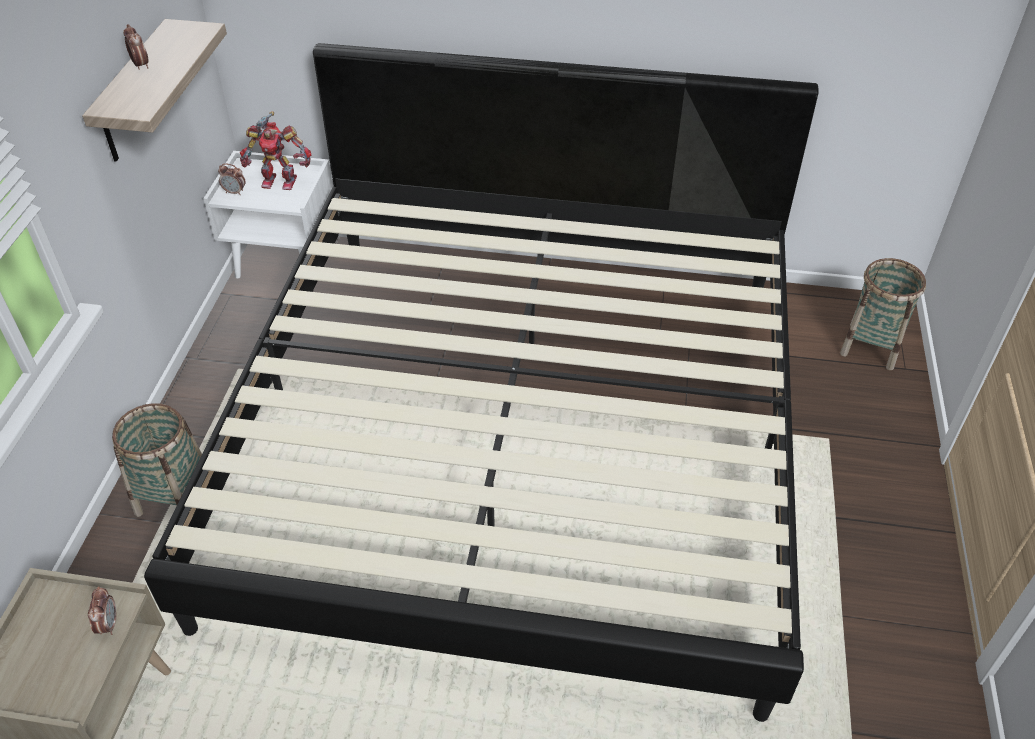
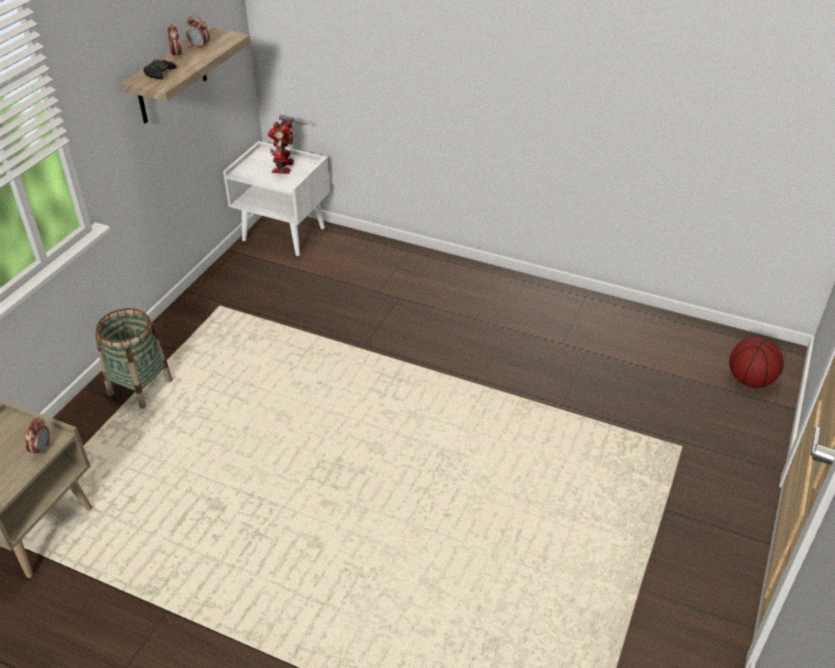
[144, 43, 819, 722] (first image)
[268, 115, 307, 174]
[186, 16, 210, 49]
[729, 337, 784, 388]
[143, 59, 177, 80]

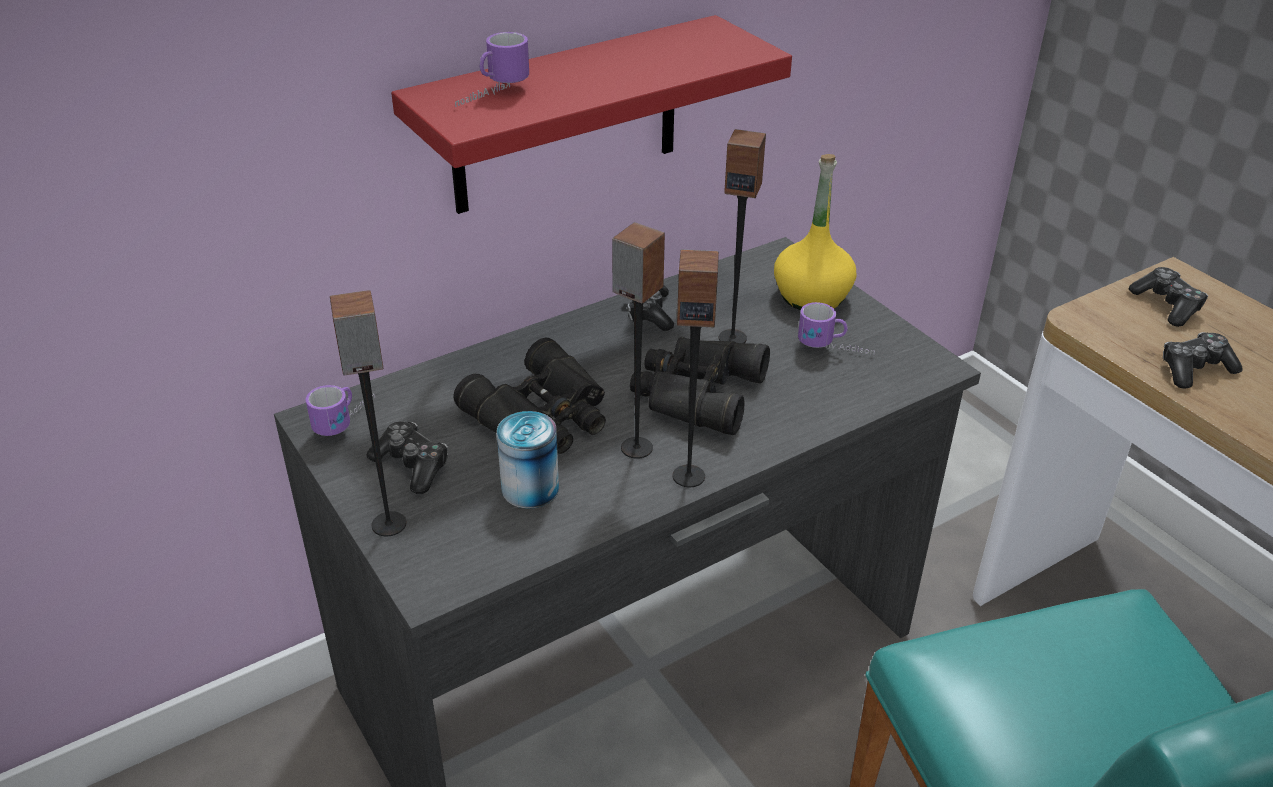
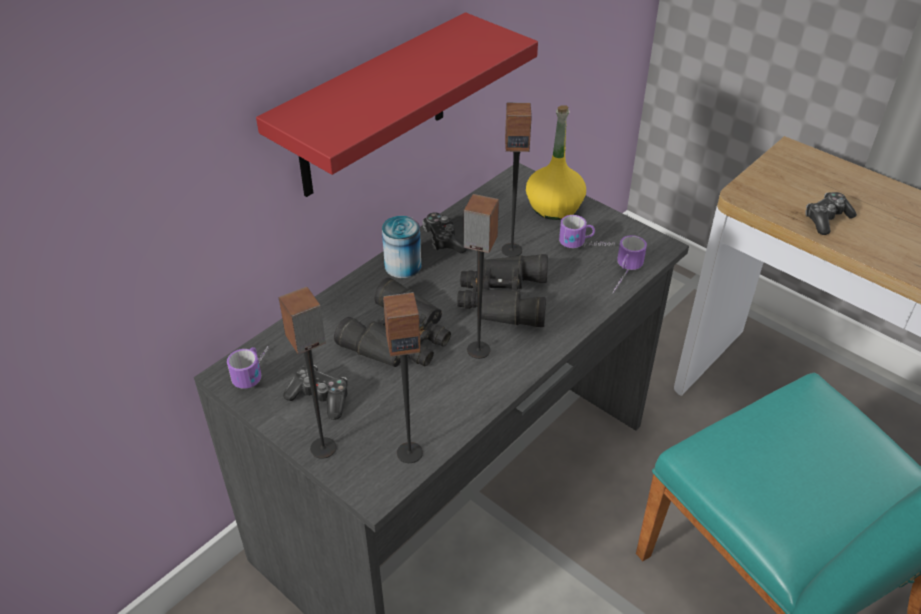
[613, 235, 647, 292]
[383, 292, 423, 463]
[1129, 267, 1208, 327] (first image)
[382, 216, 421, 278]

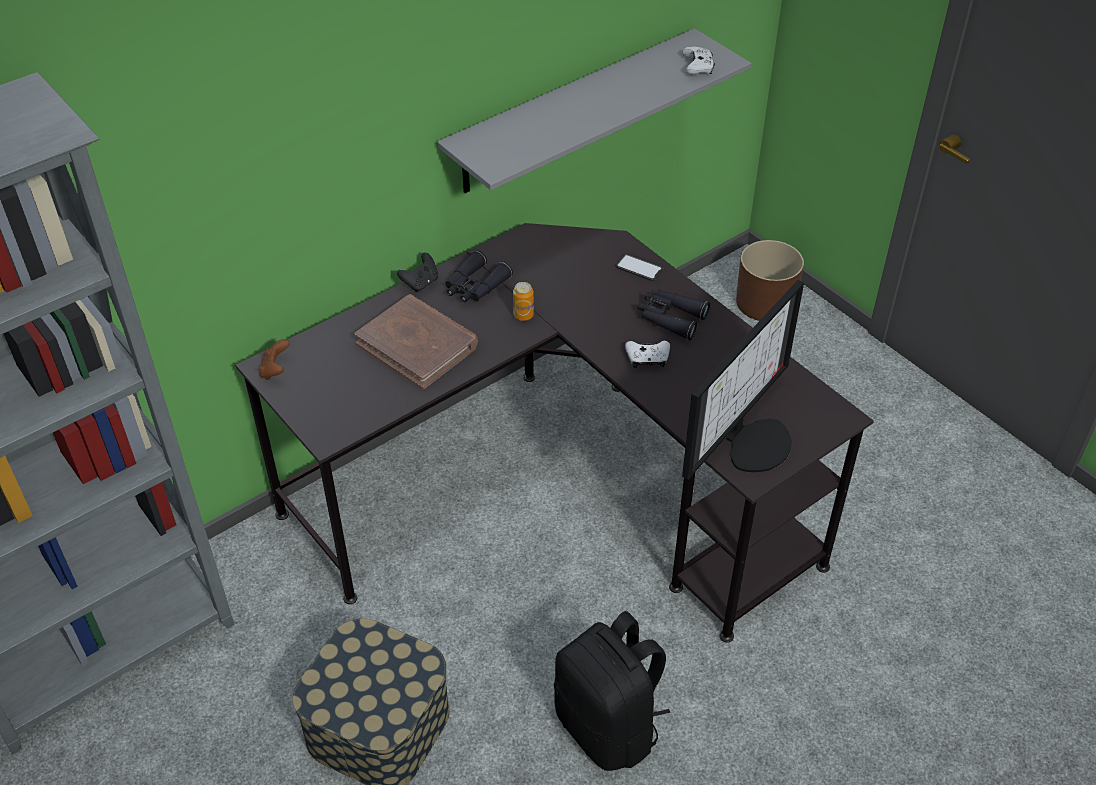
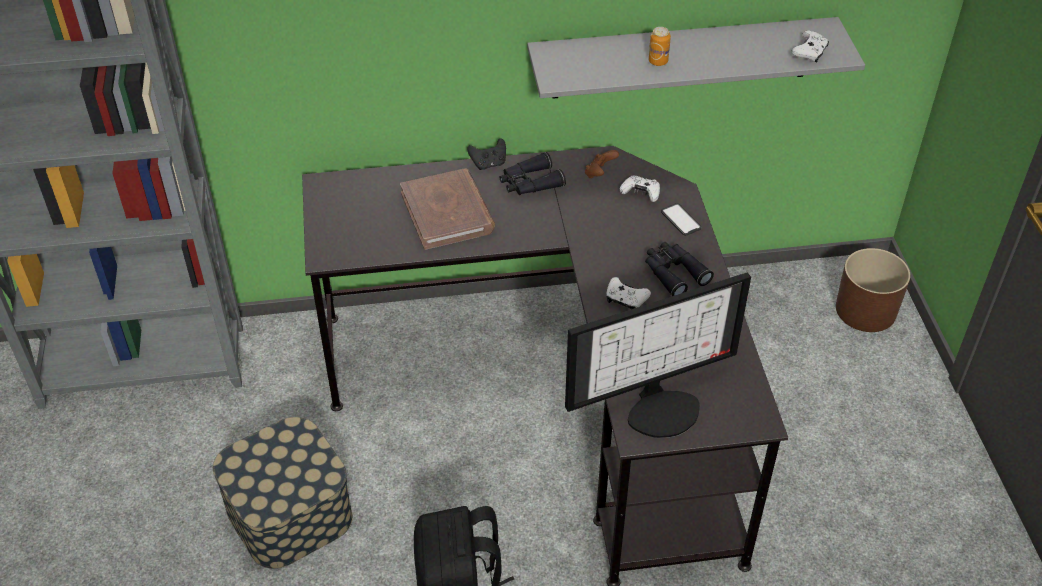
[648, 27, 671, 66]
[585, 150, 619, 178]
[620, 176, 660, 202]

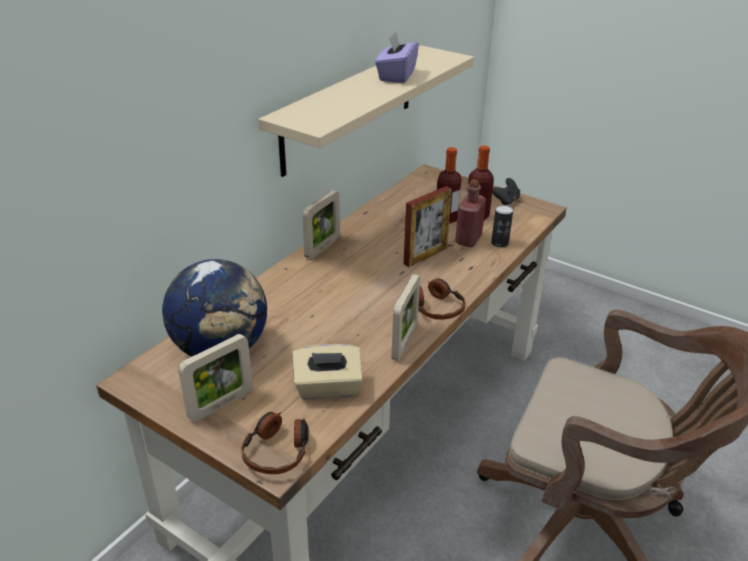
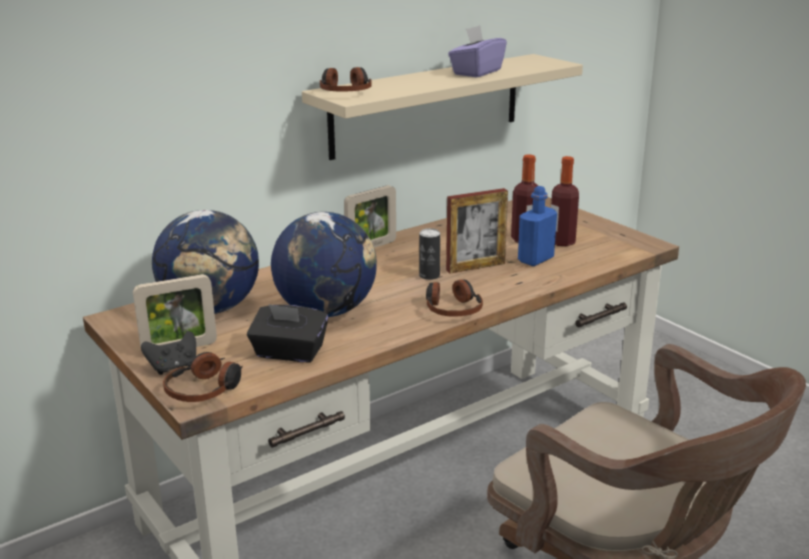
[141, 331, 196, 375]
[518, 186, 557, 266]
[419, 228, 440, 280]
[392, 274, 420, 361] (first image)
[247, 304, 328, 362]
[320, 67, 372, 92]
[271, 212, 377, 317]

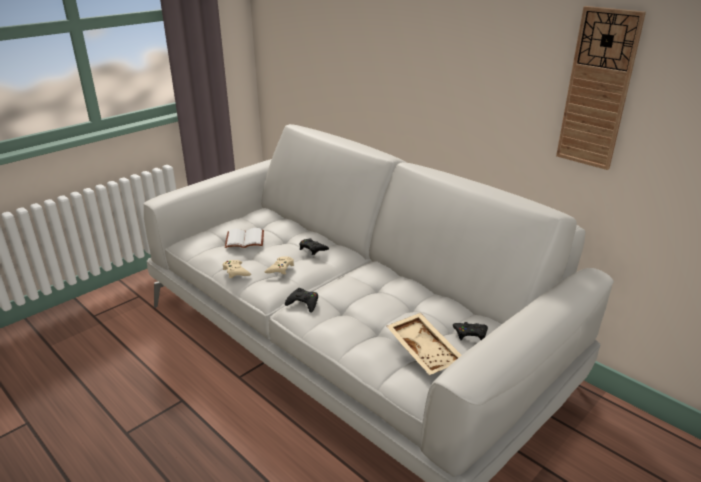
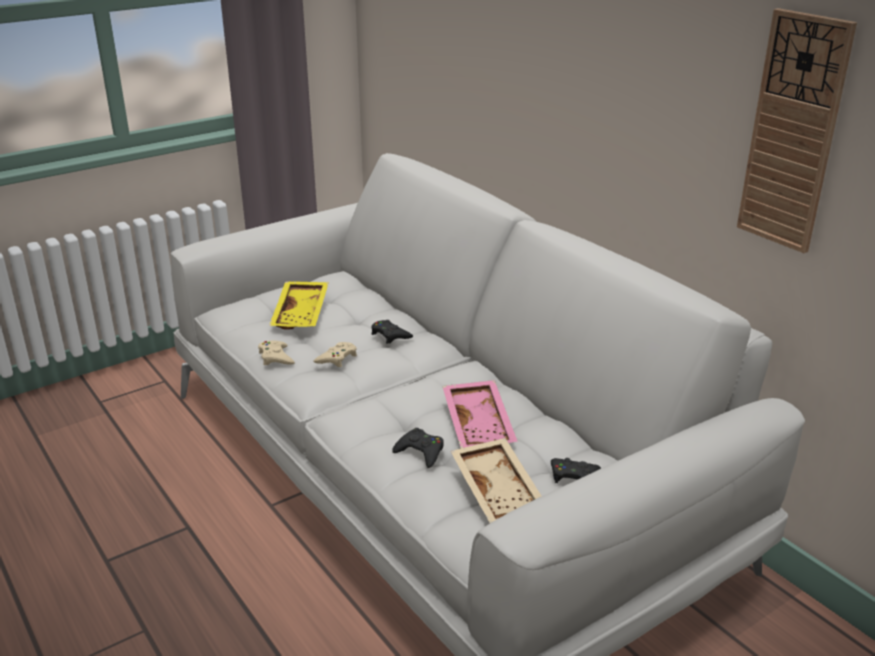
[269, 281, 329, 330]
[392, 428, 444, 468]
[442, 380, 518, 448]

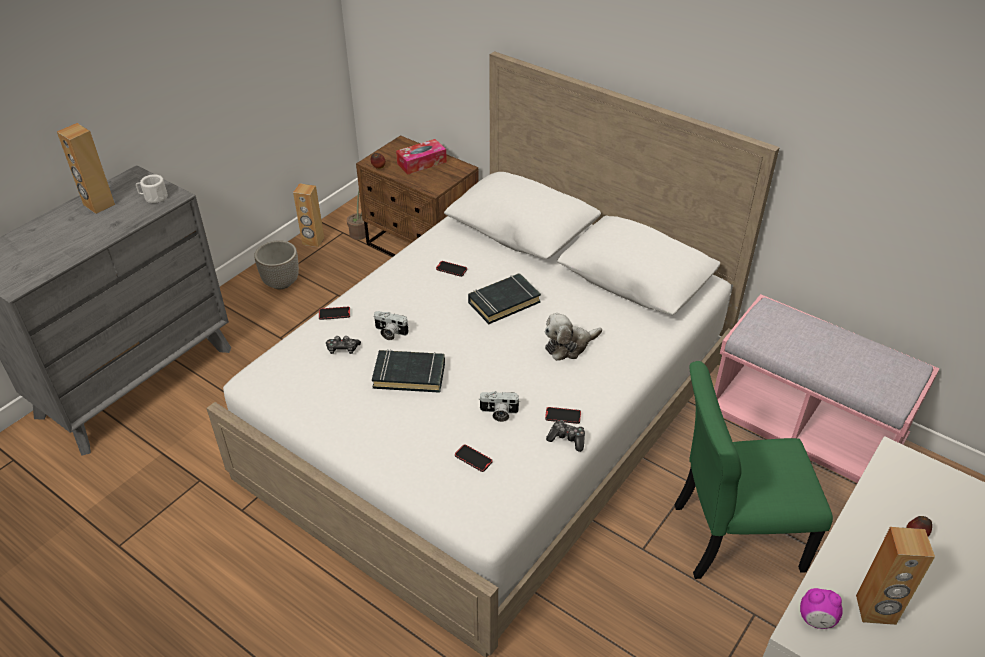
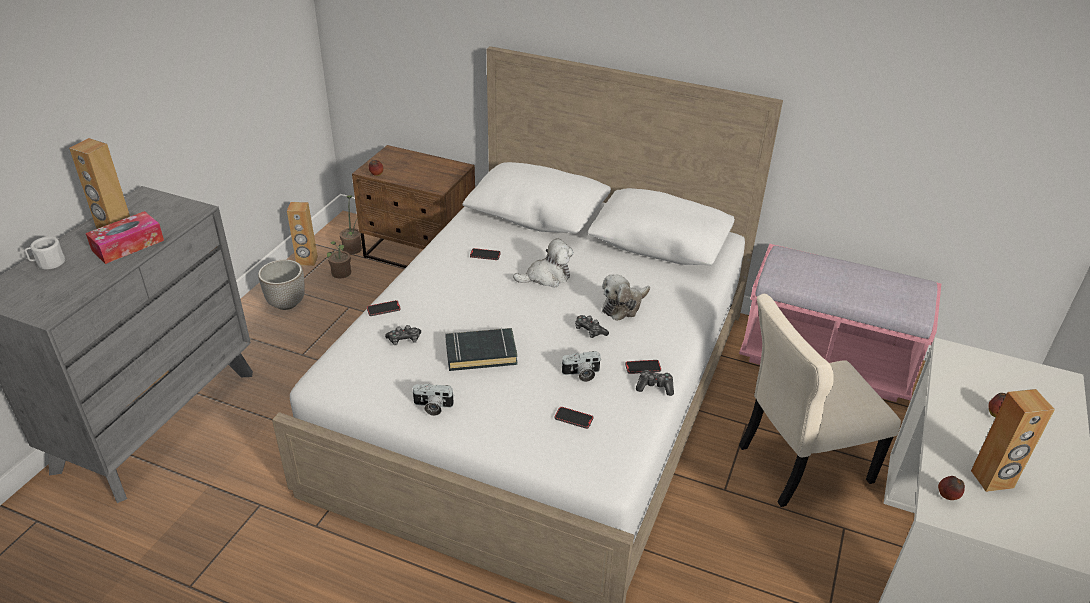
[86, 211, 164, 264]
[25, 237, 65, 269]
[513, 238, 574, 288]
[412, 384, 455, 416]
[739, 294, 901, 507]
[938, 476, 965, 500]
[327, 241, 351, 279]
[575, 315, 609, 338]

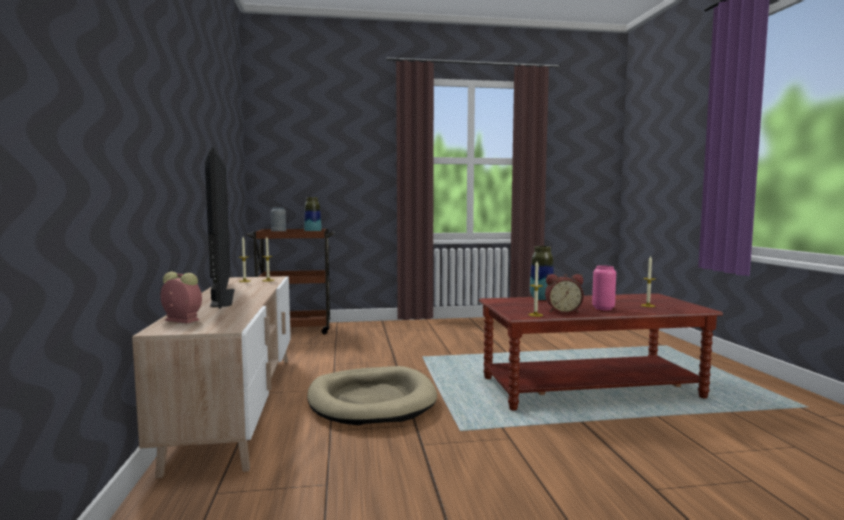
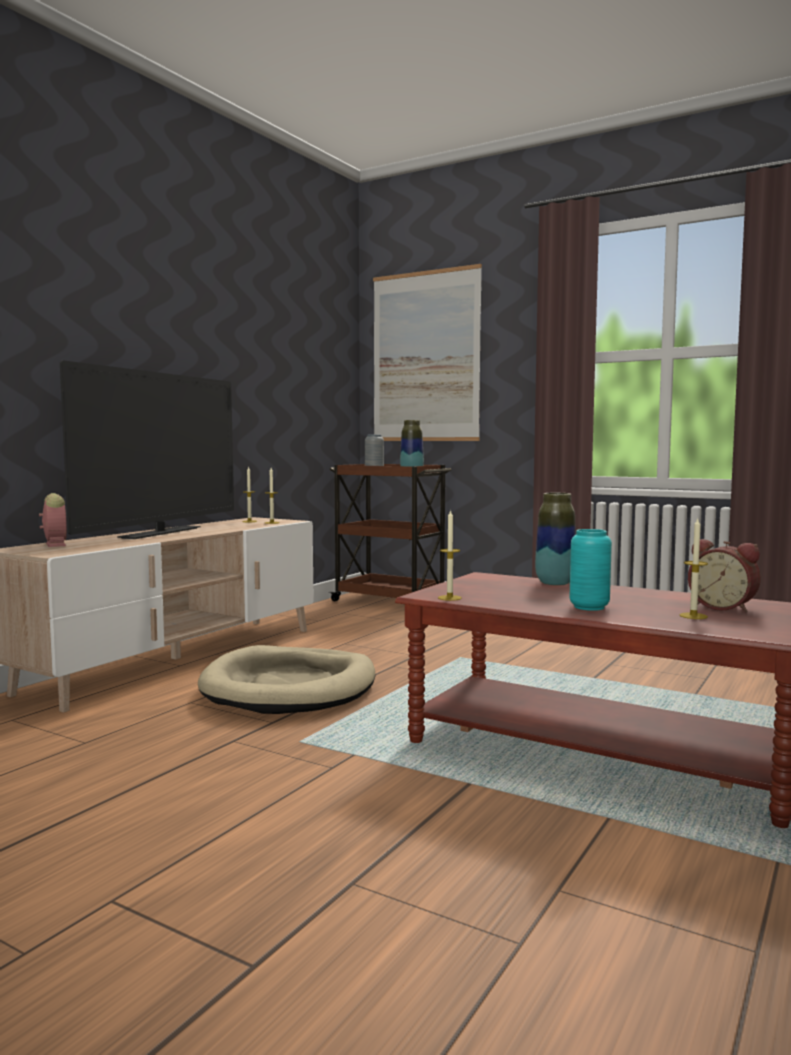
[570, 529, 612, 611]
[688, 539, 761, 612]
[373, 264, 482, 441]

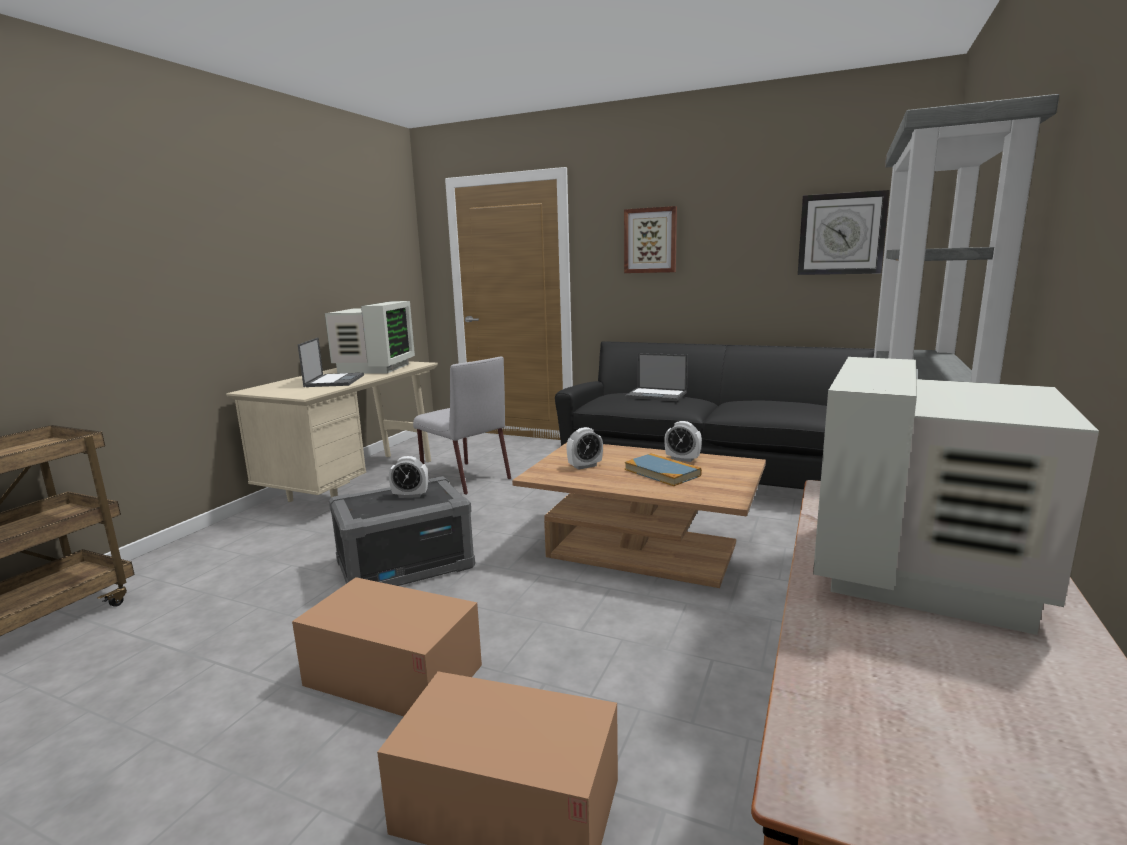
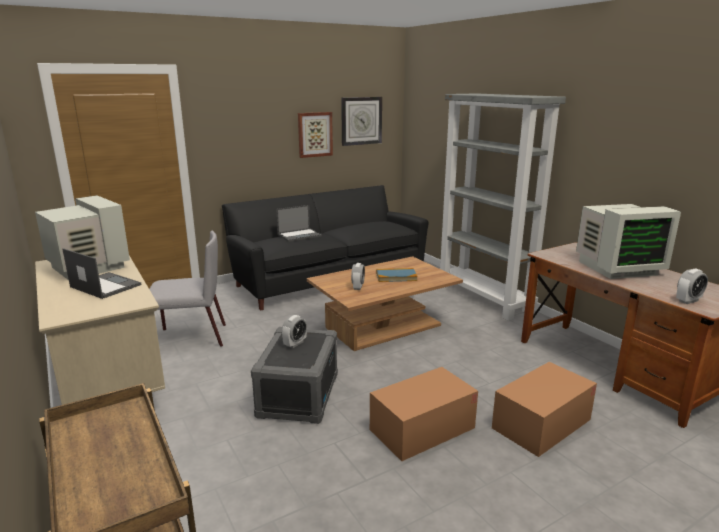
[298, 112, 333, 158]
[576, 204, 681, 279]
[676, 268, 708, 304]

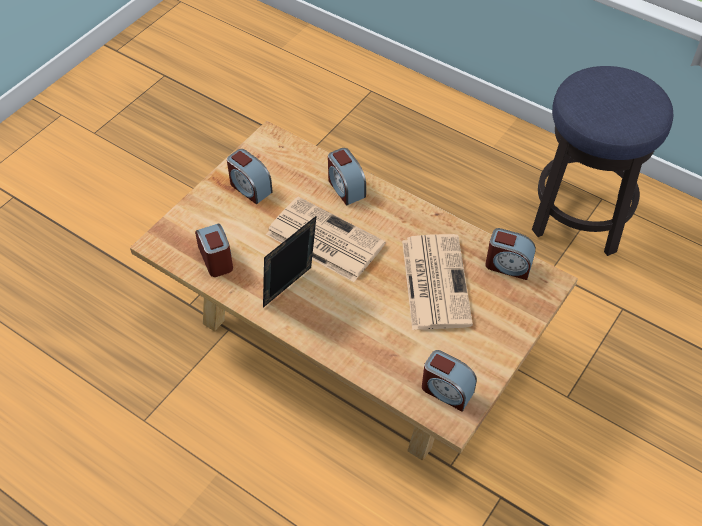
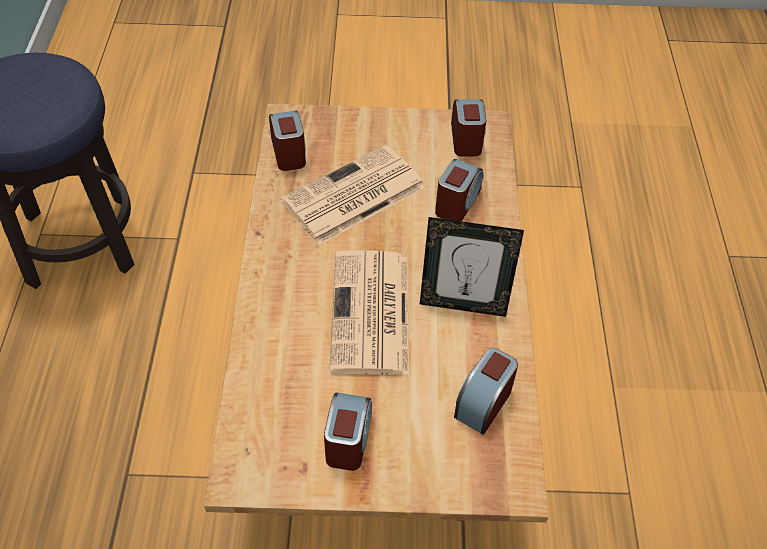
[435, 159, 483, 221]

